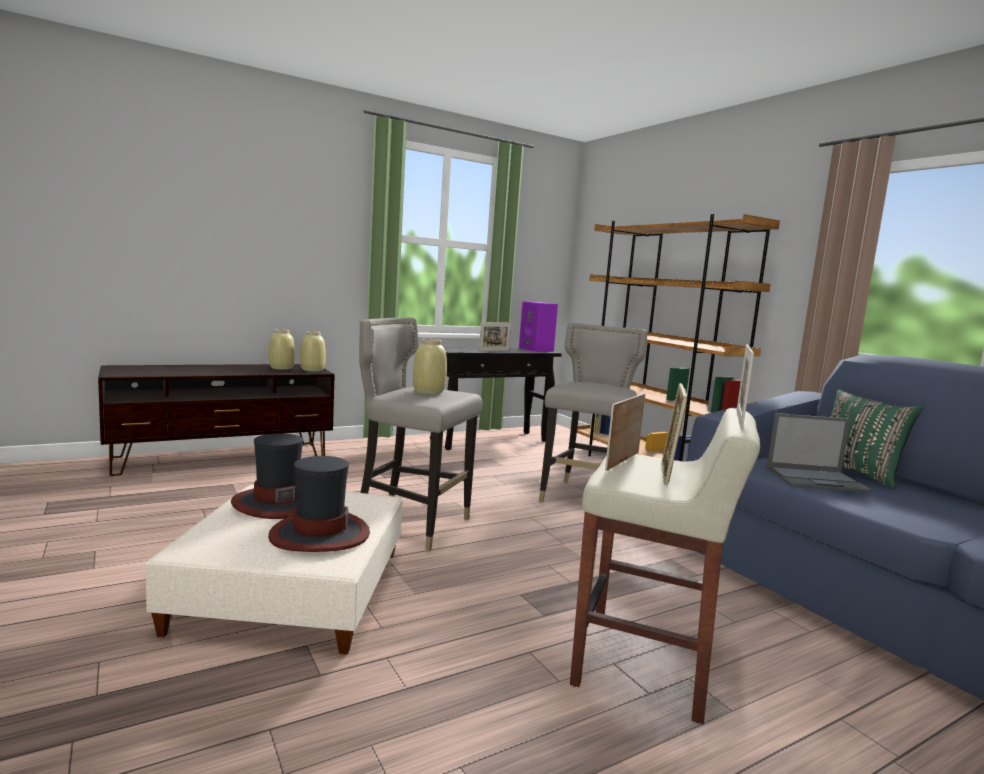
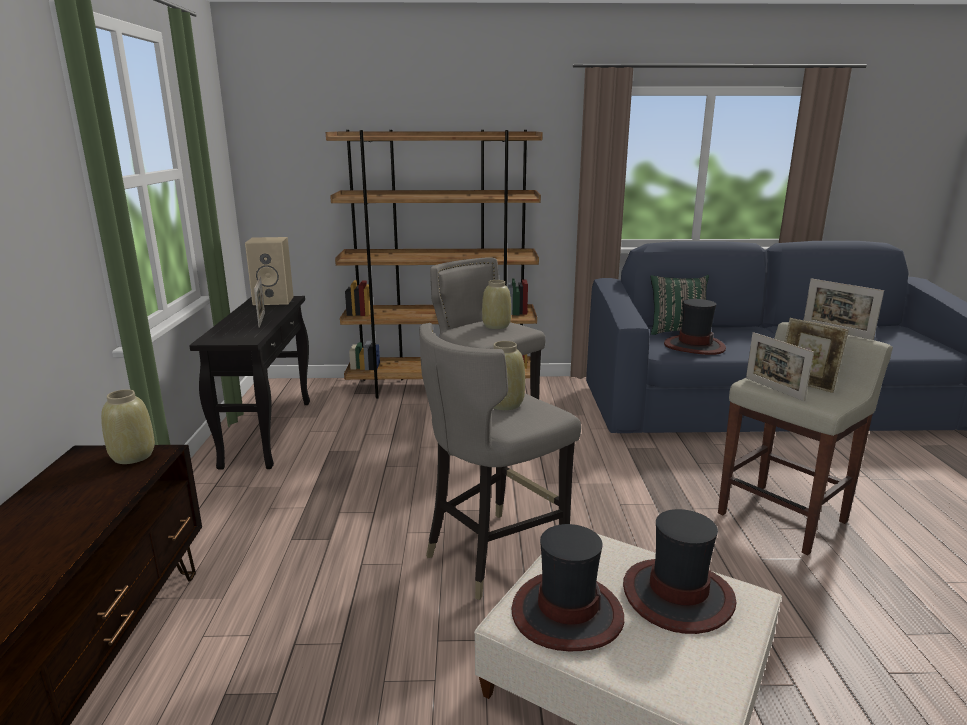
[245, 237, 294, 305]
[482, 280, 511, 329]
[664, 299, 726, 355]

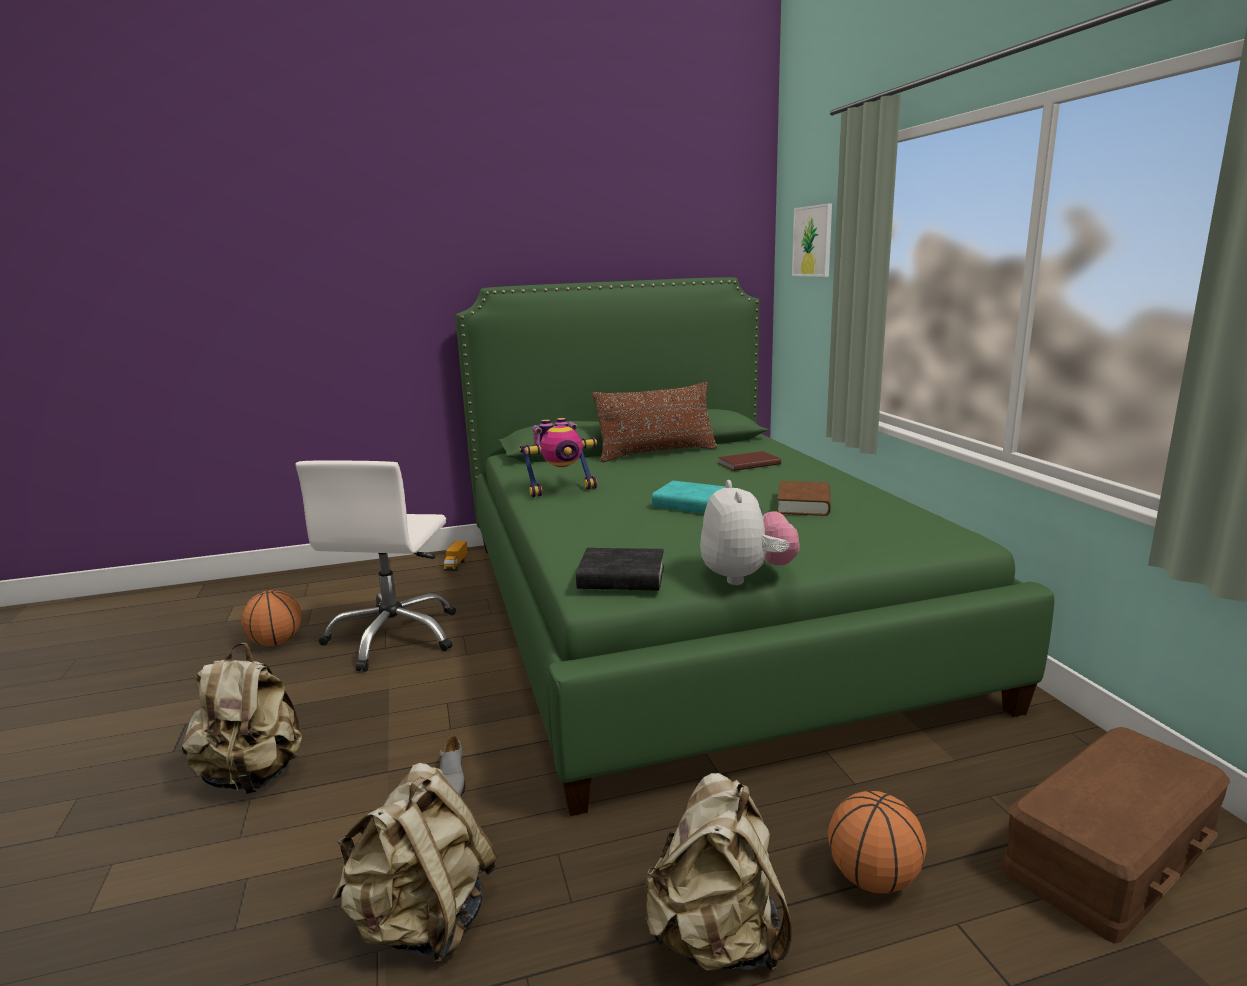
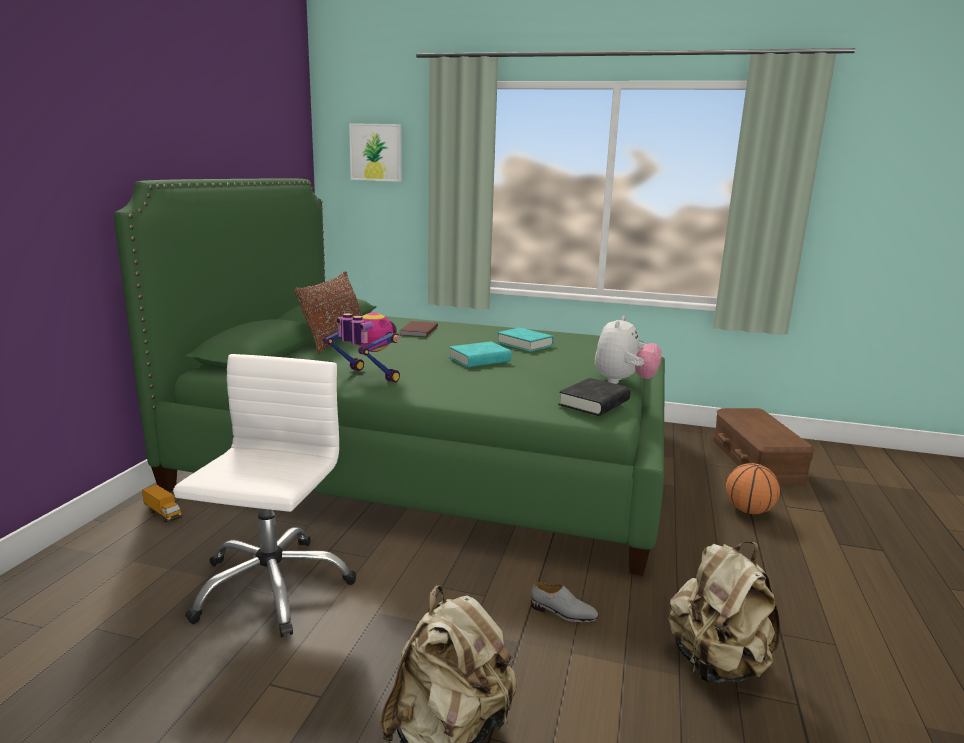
[323, 313, 400, 383]
[173, 354, 356, 637]
[595, 316, 662, 384]
[497, 328, 554, 352]
[241, 590, 302, 646] (first image)
[644, 773, 792, 972] (first image)

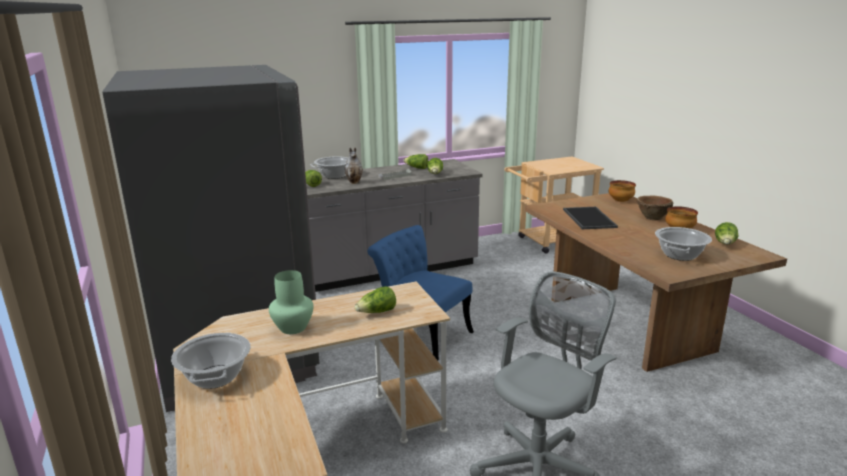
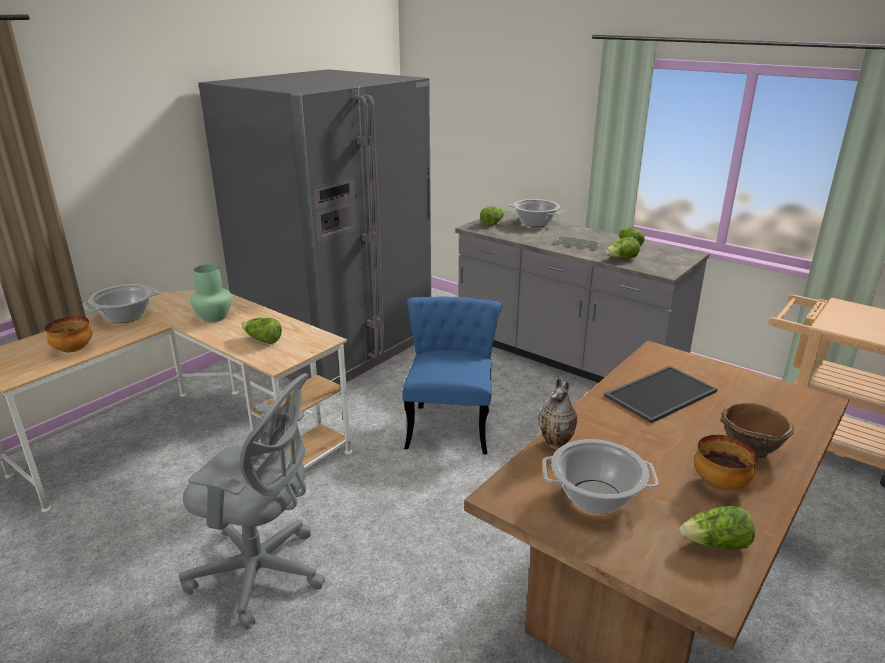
[538, 377, 577, 449]
[45, 316, 92, 352]

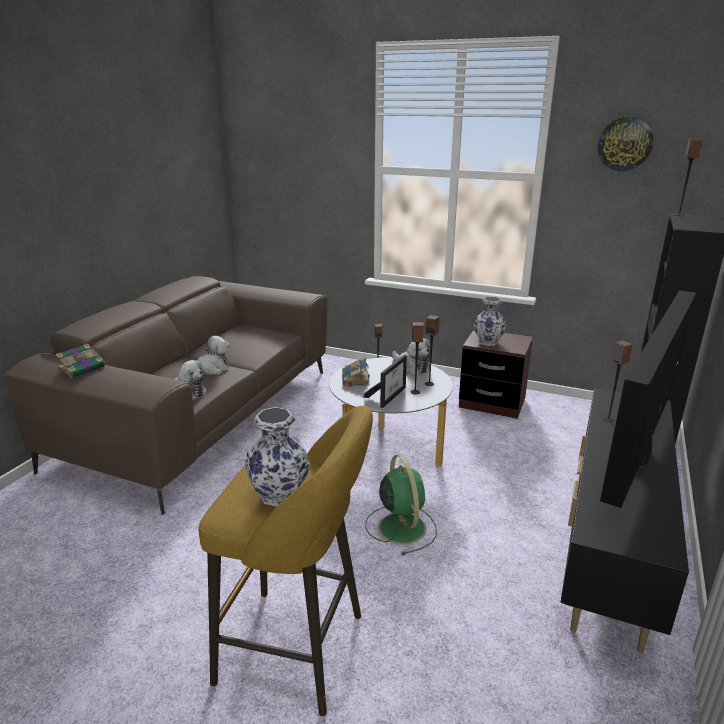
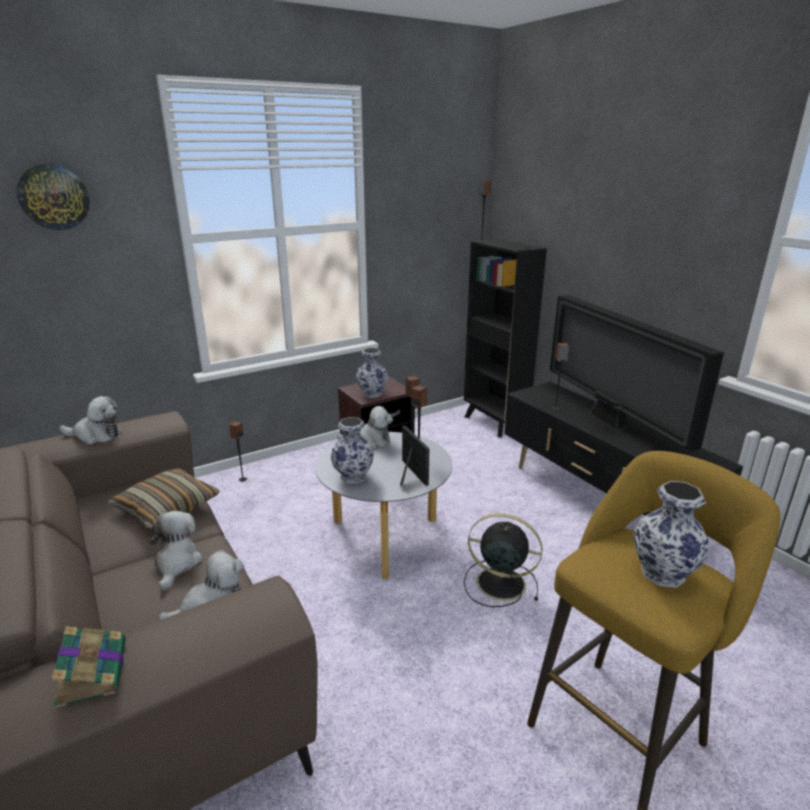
[17, 164, 90, 230]
[331, 417, 374, 484]
[464, 513, 543, 607]
[59, 396, 122, 445]
[108, 468, 220, 530]

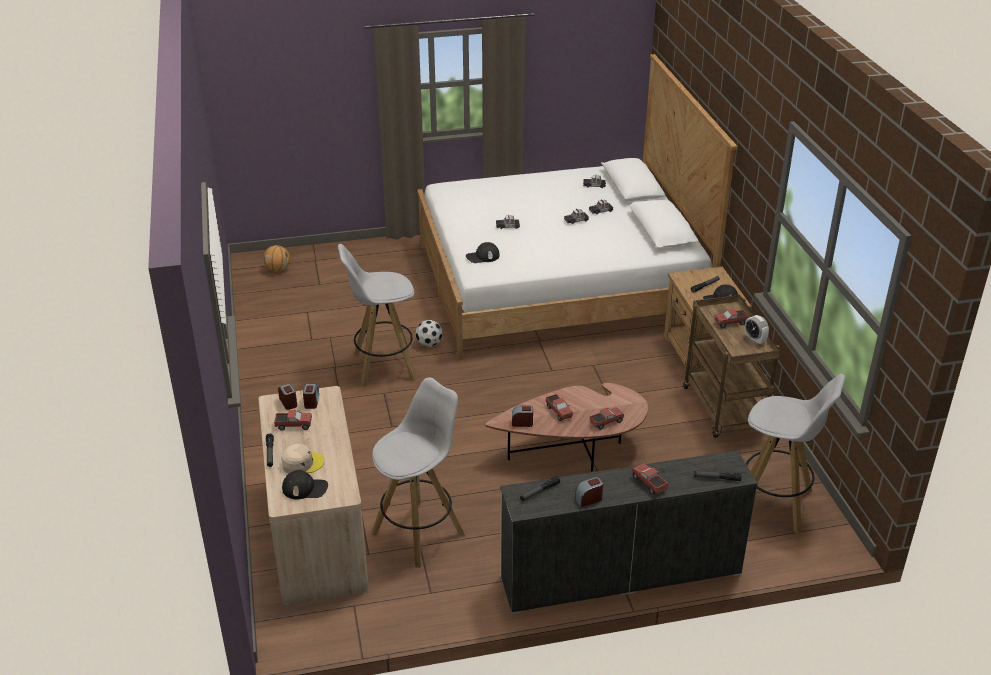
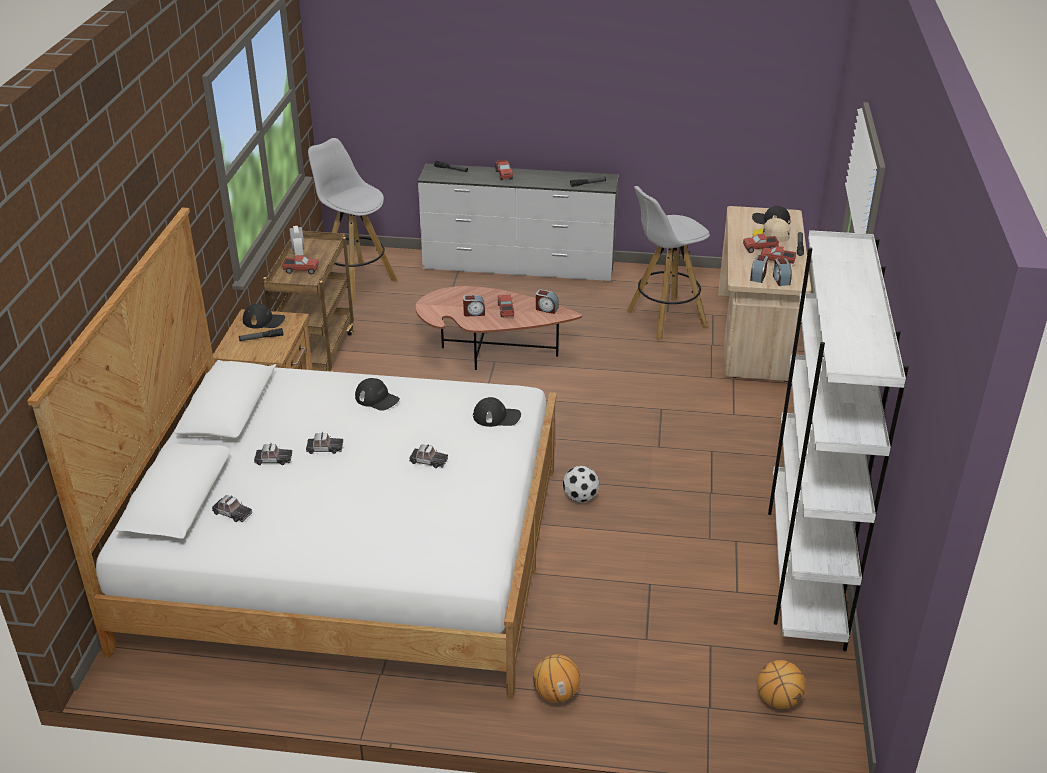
[338, 244, 417, 387] (first image)
[743, 234, 779, 253]
[463, 295, 485, 316]
[768, 230, 909, 651]
[355, 378, 400, 411]
[533, 654, 580, 703]

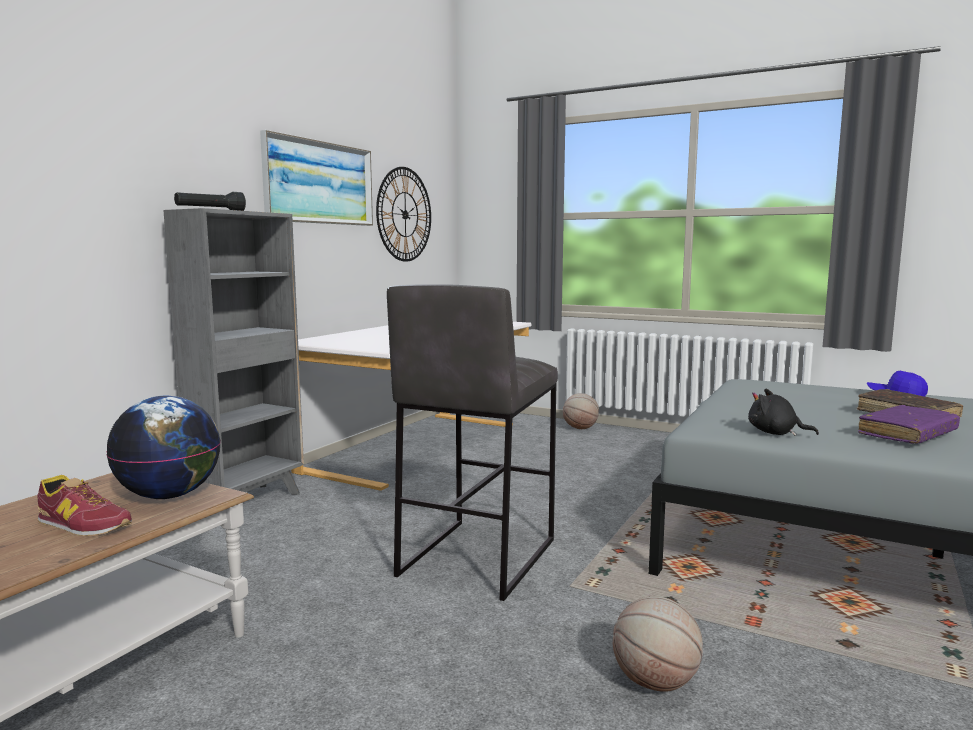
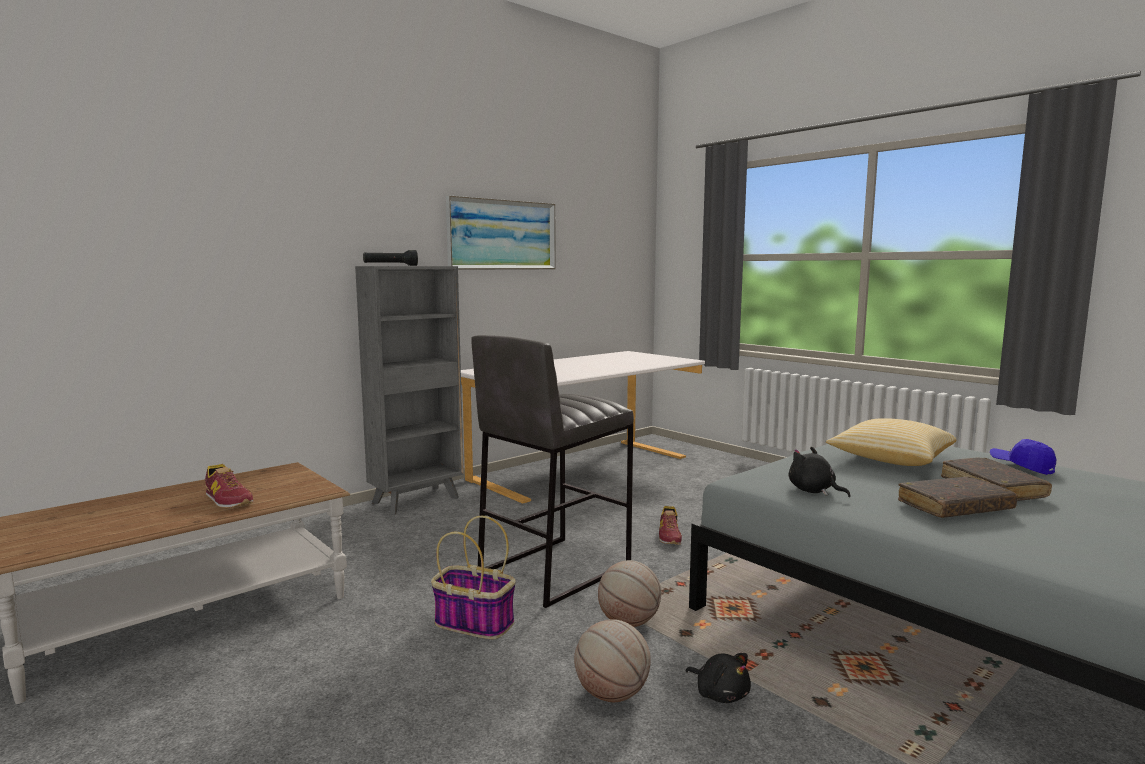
[376, 167, 431, 262] (first image)
[598, 560, 661, 627]
[106, 396, 221, 499] (first image)
[898, 476, 1018, 518]
[826, 418, 957, 466]
[659, 506, 682, 545]
[431, 516, 516, 639]
[685, 653, 751, 703]

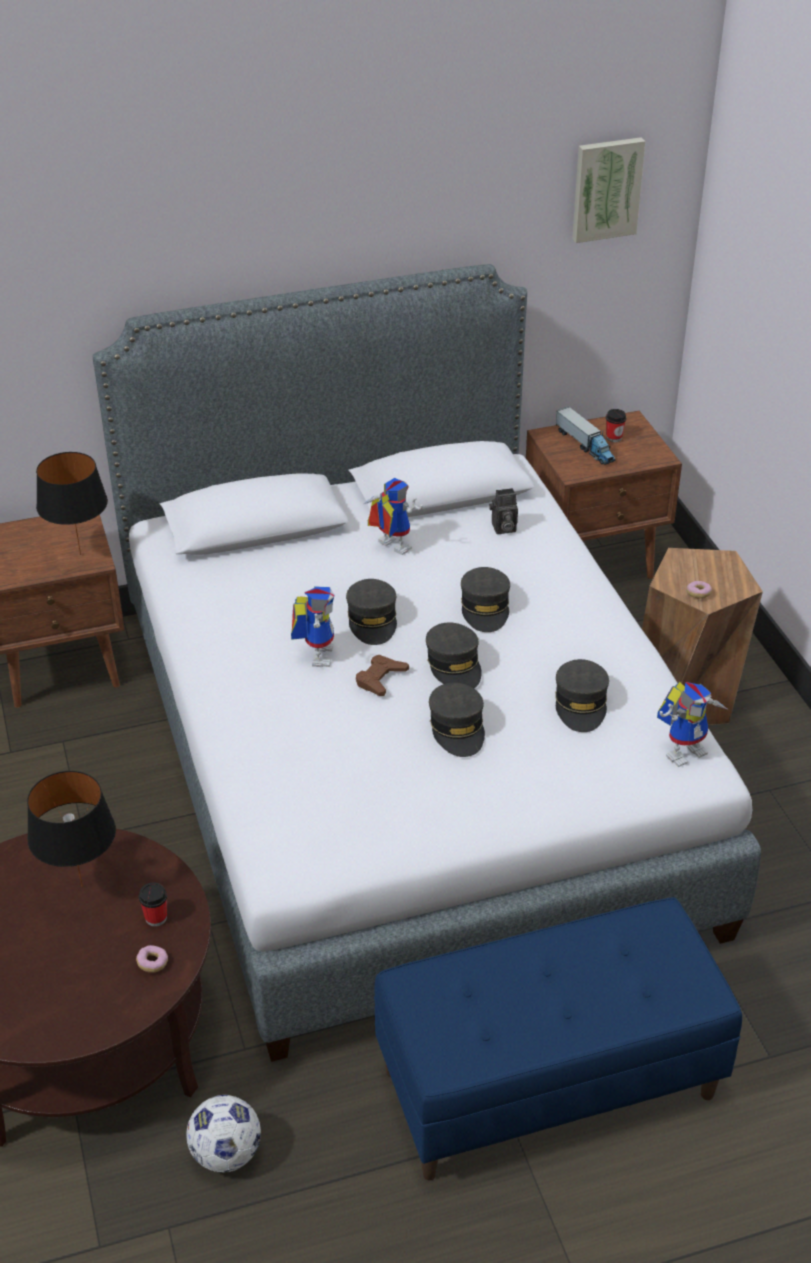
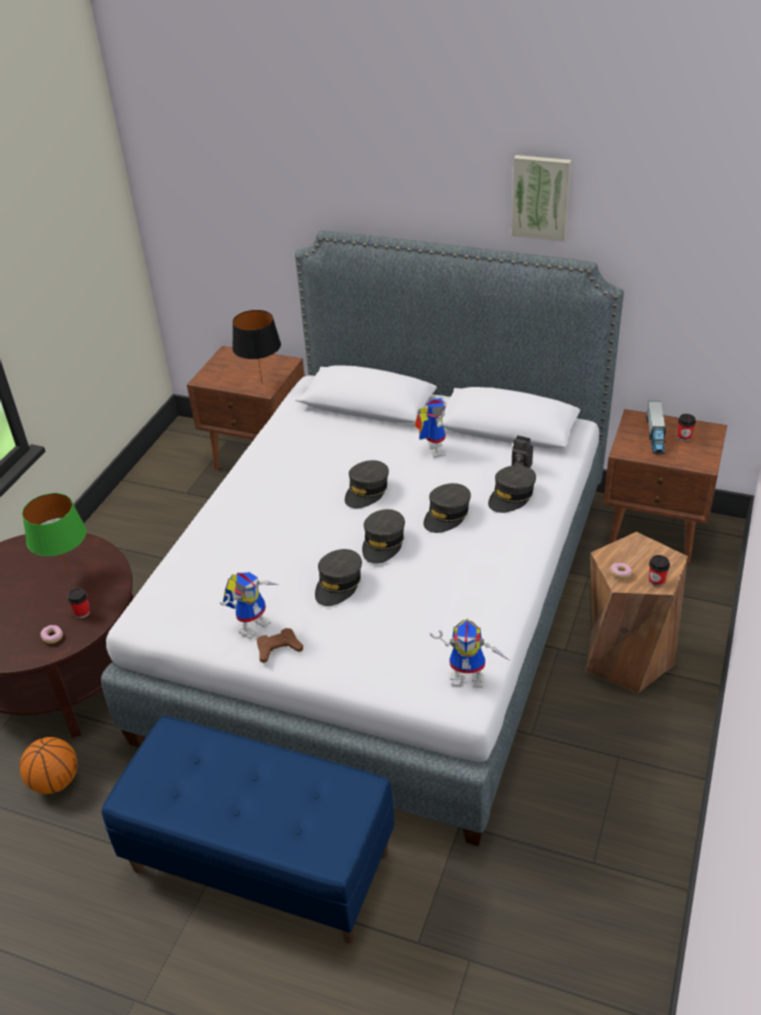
[511, 155, 571, 242]
[220, 571, 278, 639]
[257, 628, 303, 663]
[488, 465, 536, 513]
[22, 493, 87, 575]
[20, 737, 77, 794]
[649, 555, 670, 587]

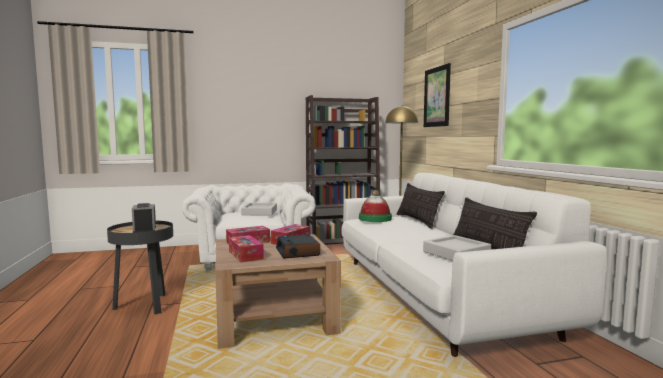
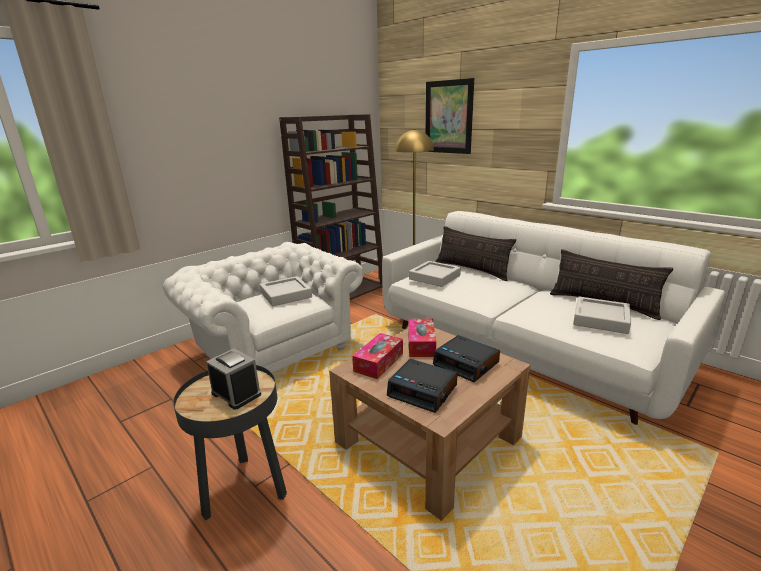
[409, 261, 461, 287]
[387, 359, 458, 413]

